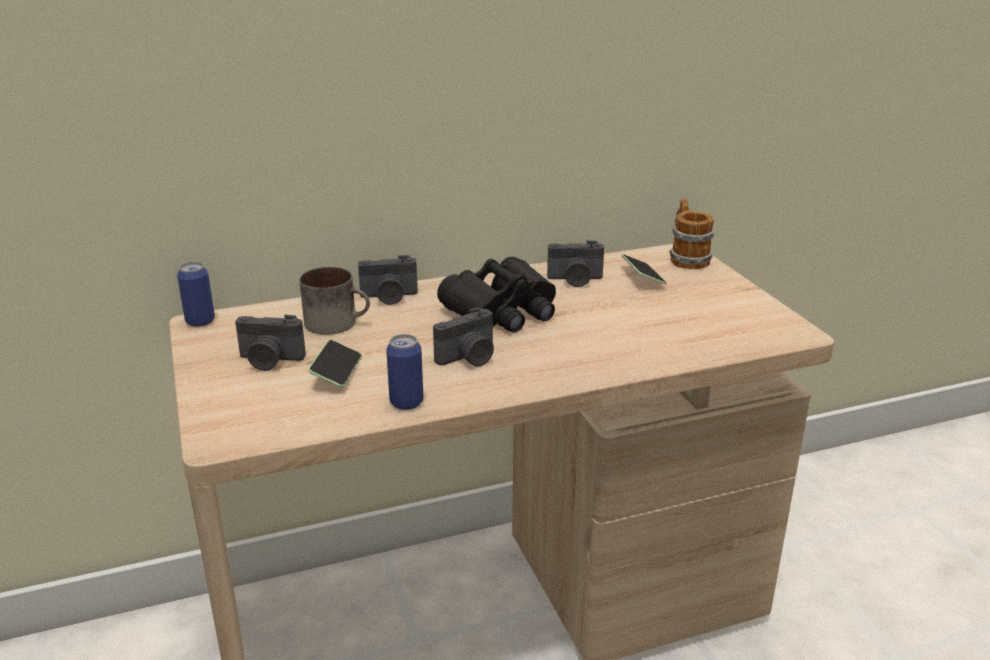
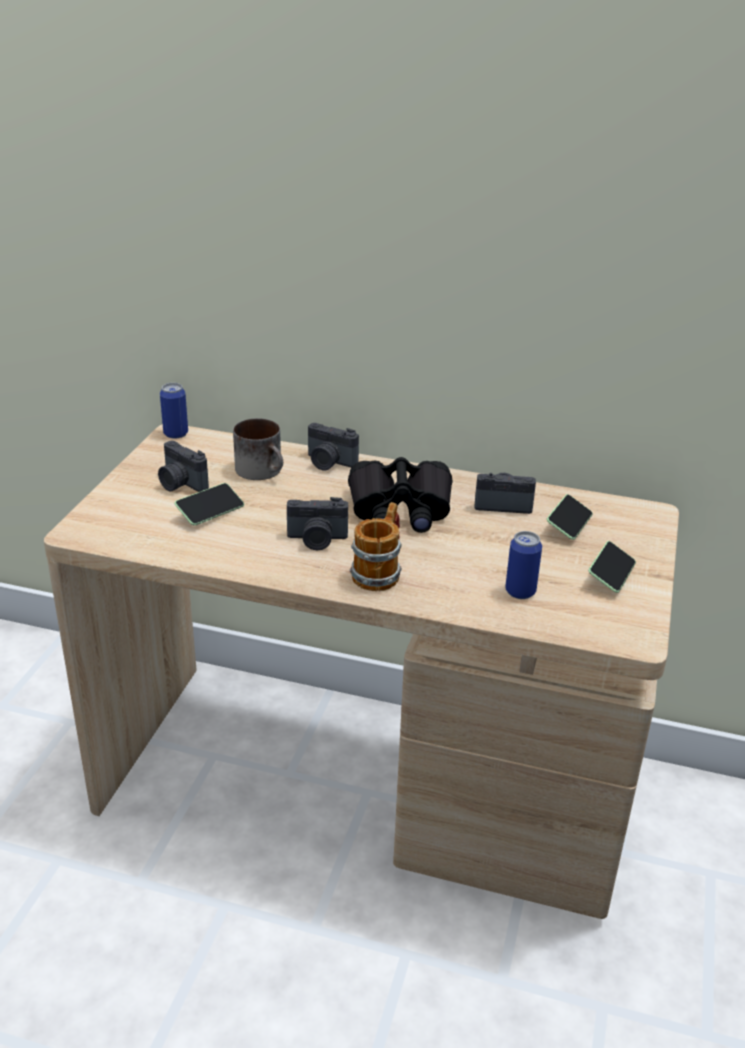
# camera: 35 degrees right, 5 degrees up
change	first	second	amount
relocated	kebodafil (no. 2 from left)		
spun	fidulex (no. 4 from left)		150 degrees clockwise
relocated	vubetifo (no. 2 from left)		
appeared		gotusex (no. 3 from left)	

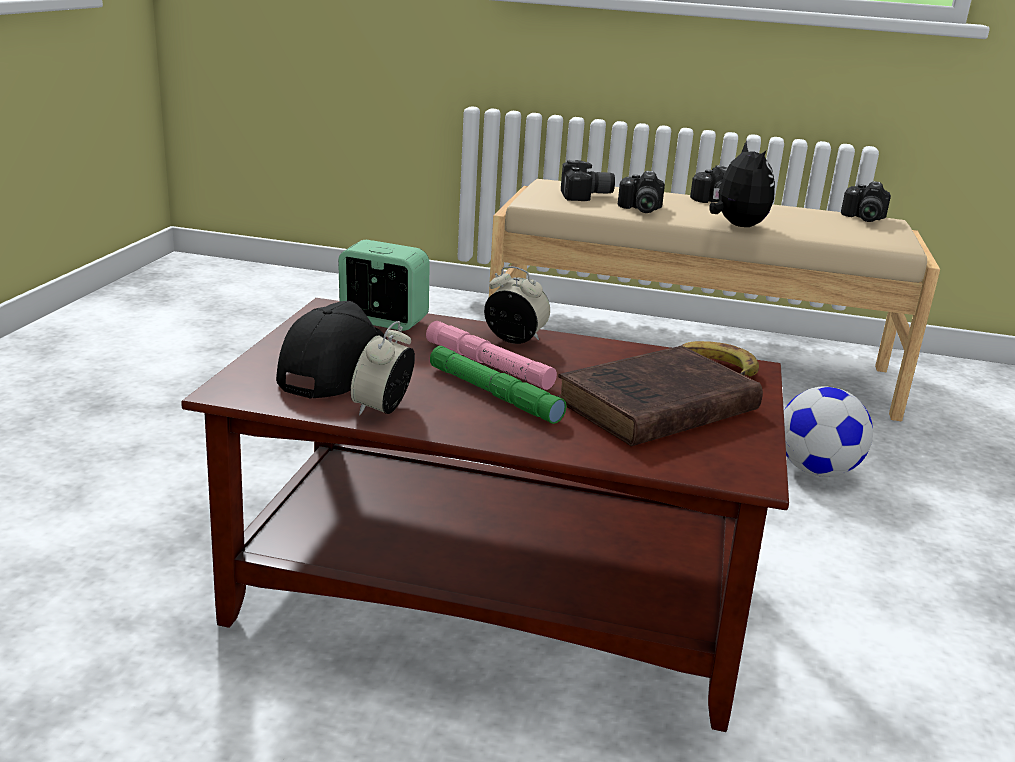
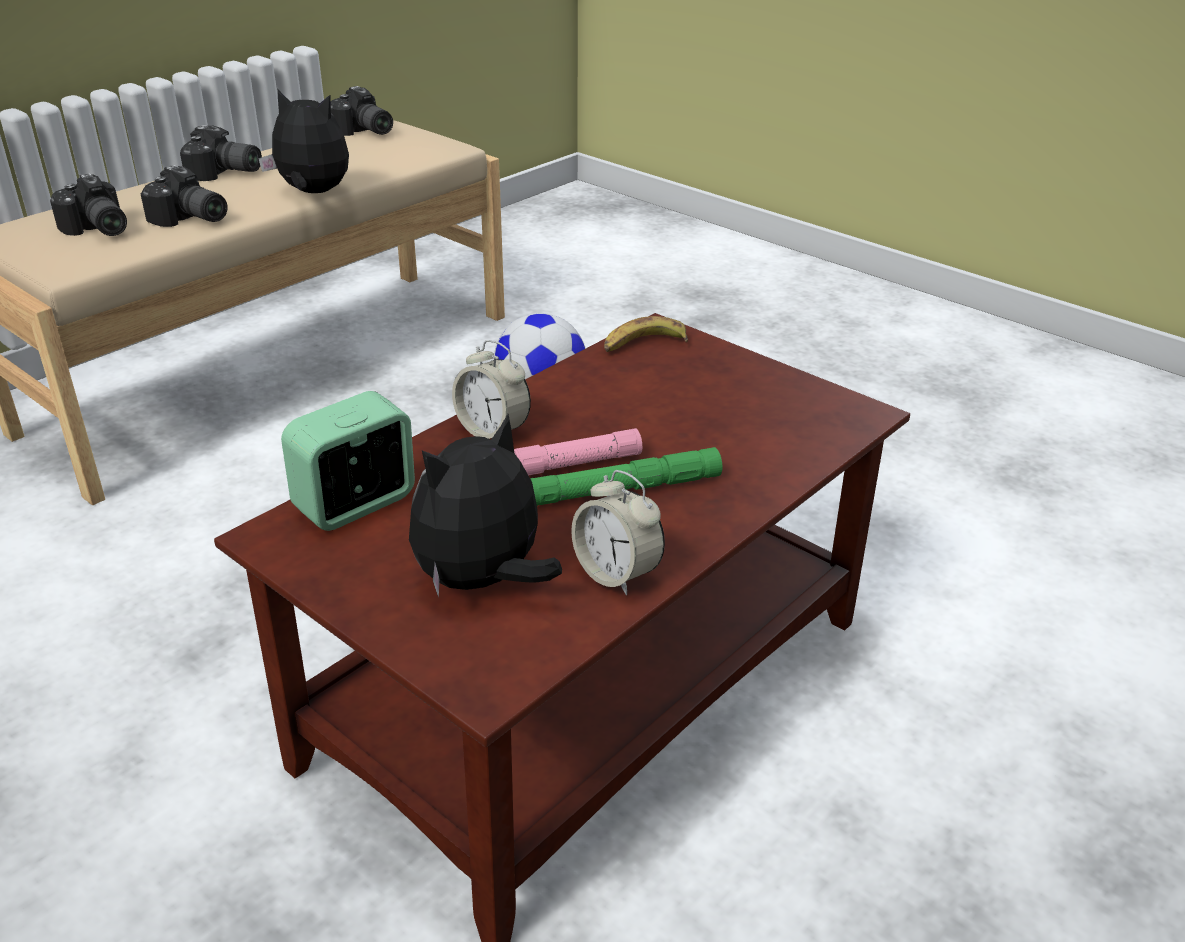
# camera: 60 degrees left, 10 degrees up
change	first	second	amount
exchanged	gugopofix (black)	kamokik (no. 2 from left)	
spun	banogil (no. 3 from left in the first image)	banogil (no. 2 from left)	105 degrees counterclockwise
missing	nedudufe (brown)		
spun	fidulex (no. 1 from left)		120 degrees clockwise

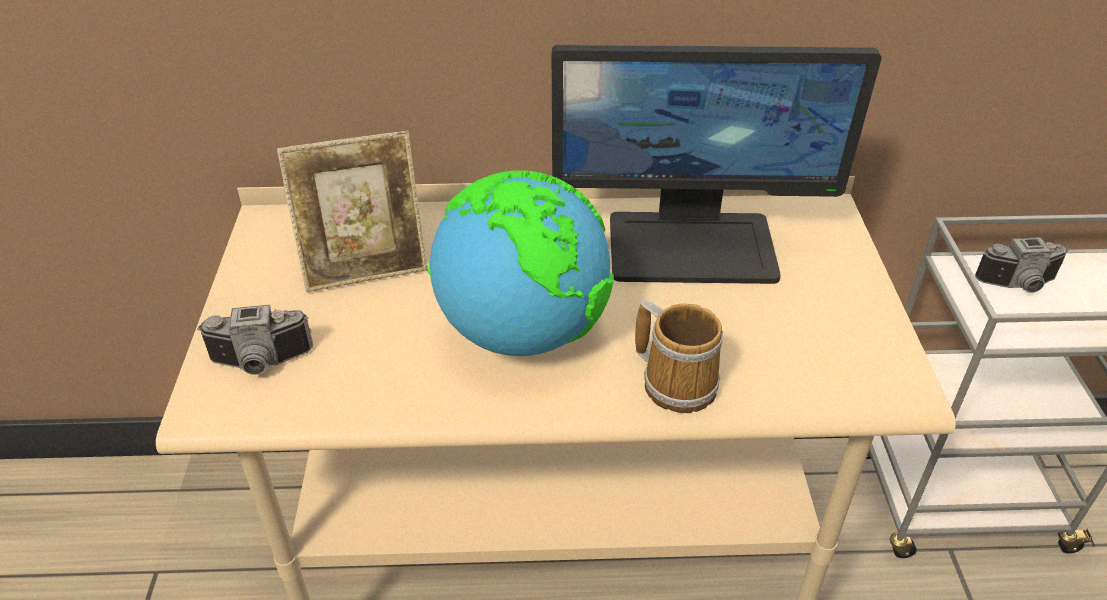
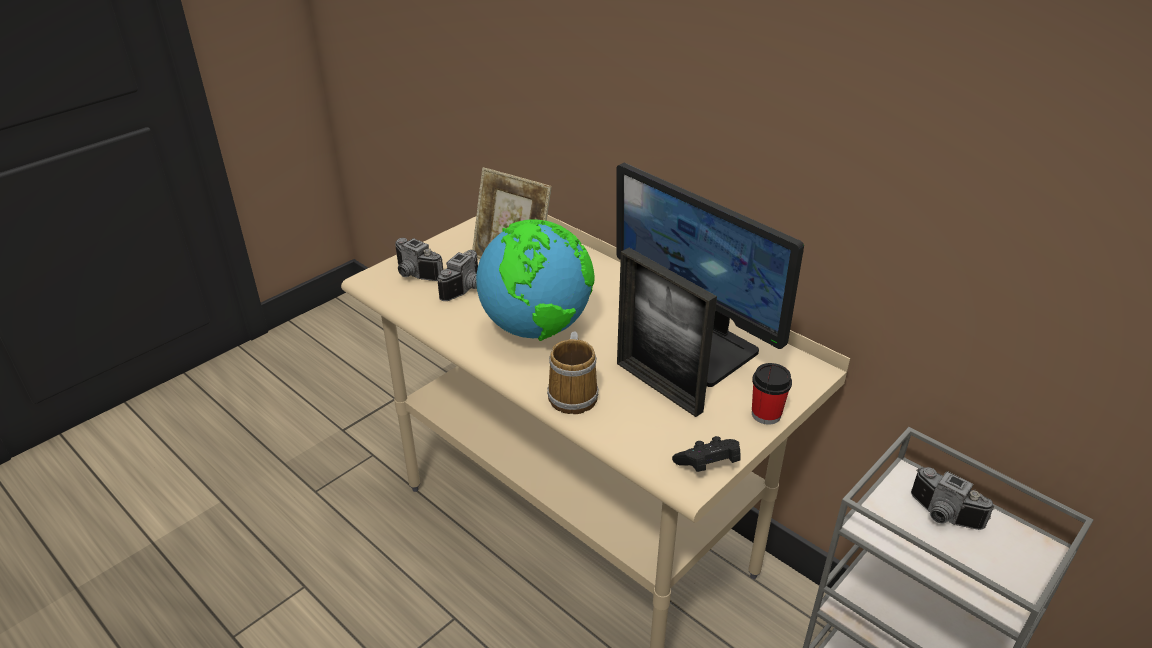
# camera: 45 degrees right, 5 degrees down
change	first	second	amount
appeared		fidulex (no. 2 from left)	
appeared		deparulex (no. 2 from left)	
appeared		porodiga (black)	
appeared		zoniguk	

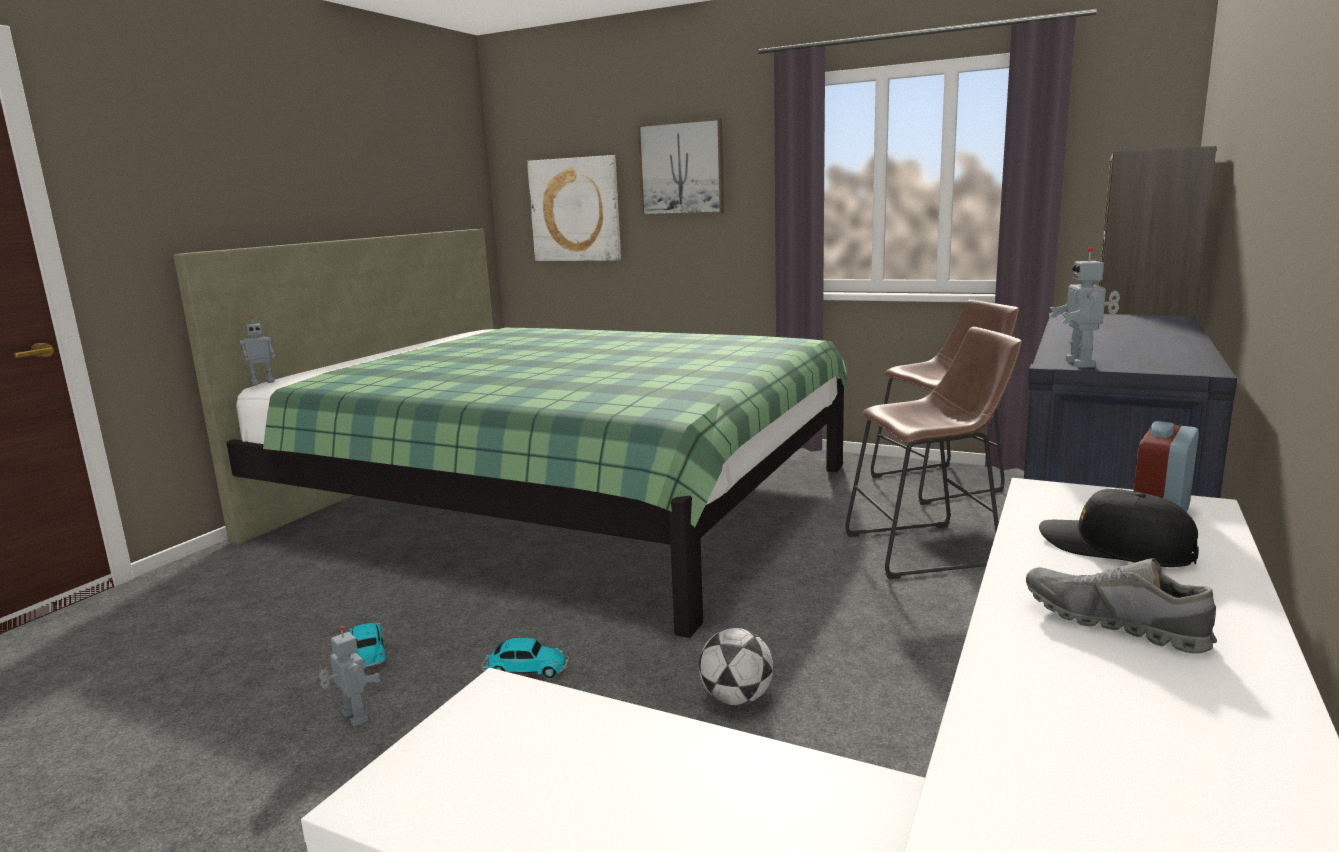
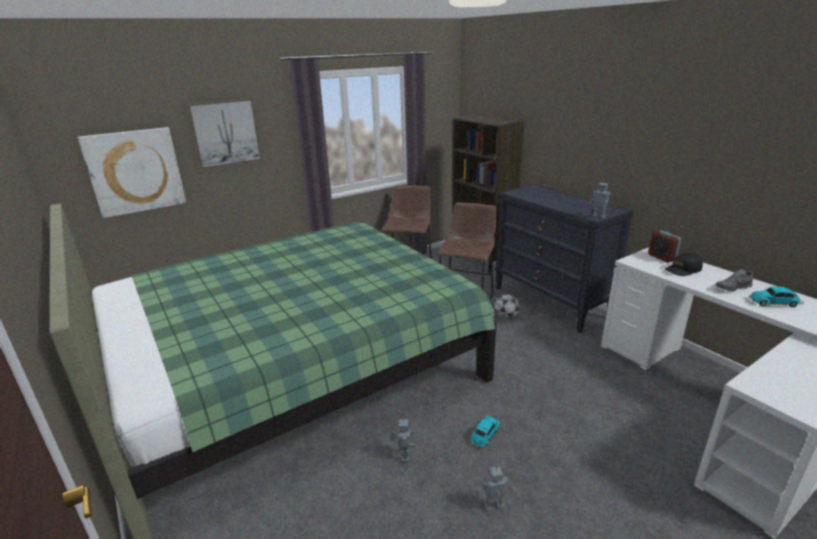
# camera: 60 degrees left, 10 degrees up
change	first	second	amount
relocated	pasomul (no. 1 from left)		
relocated	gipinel (no. 1 from left in the first image)	gipinel (no. 2 from left)	
relocated	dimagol		

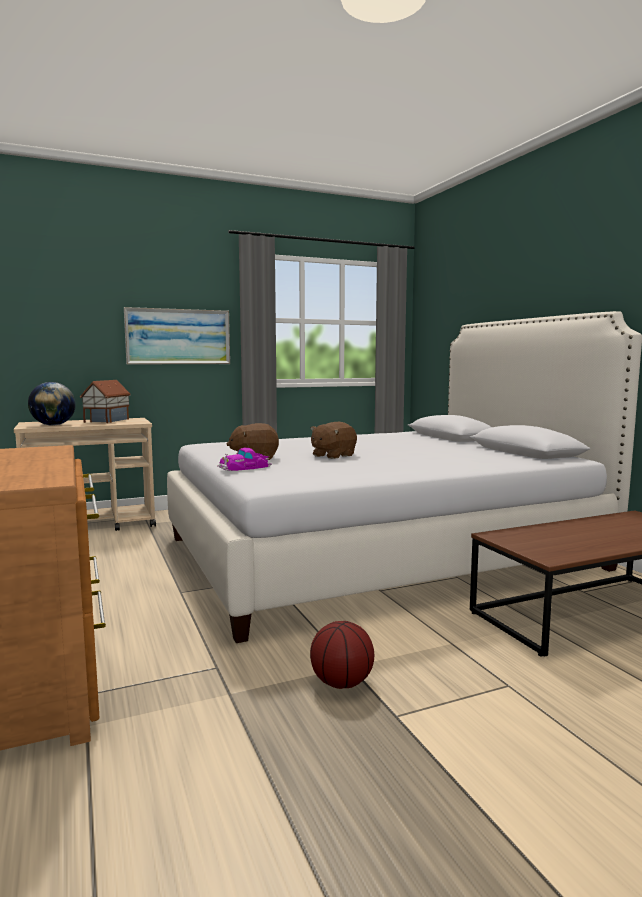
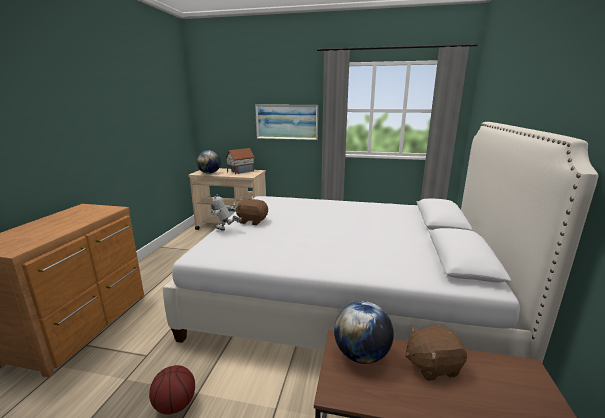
# camera: 35 degrees right, 10 degrees up
change	first	second	amount
exchanged	gipinel	pasomul	
relocated	kamokik (brown) (no. 2 from left)		
appeared		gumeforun (no. 2 from left)	

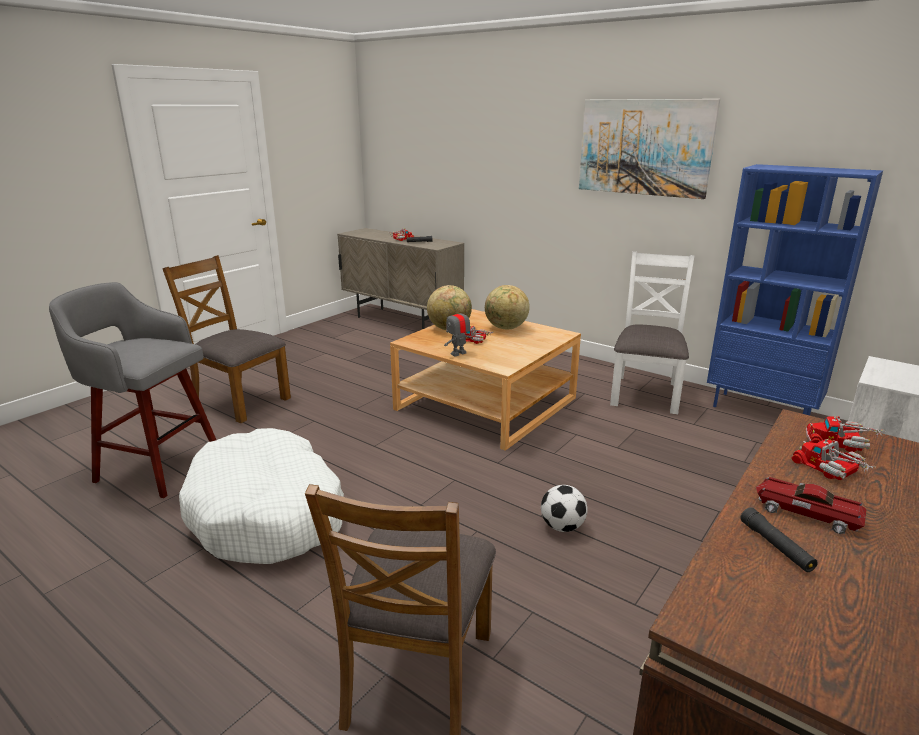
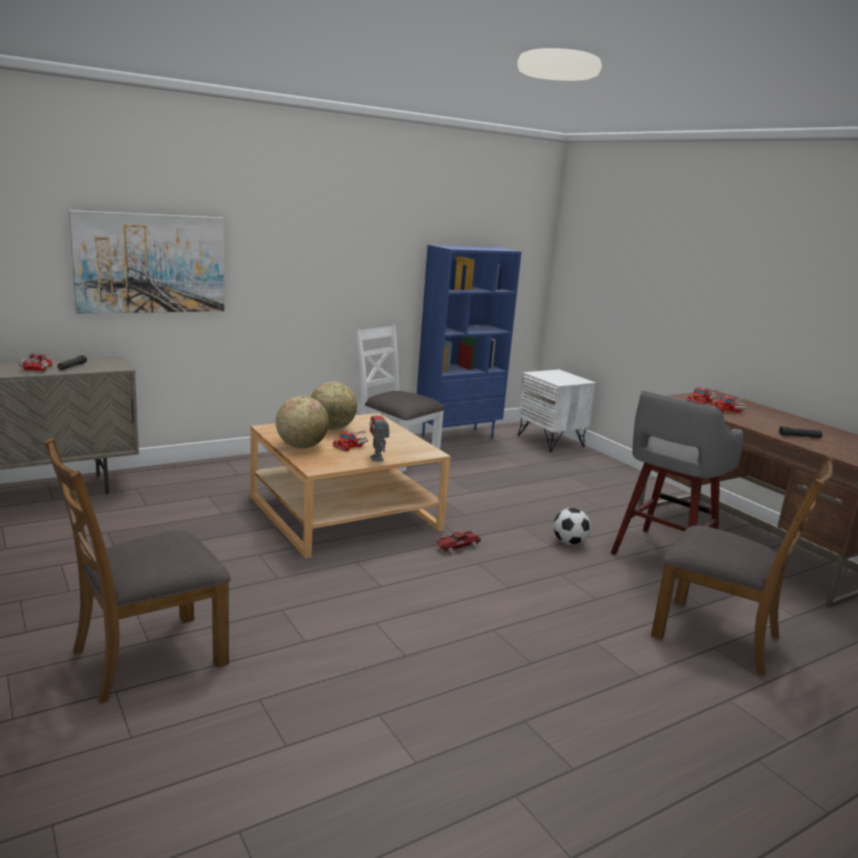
# camera: 70 degrees left, 5 degrees down
change	first	second	amount
relocated	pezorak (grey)		
missing	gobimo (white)		
relocated	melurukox		
relocated	gipinel		

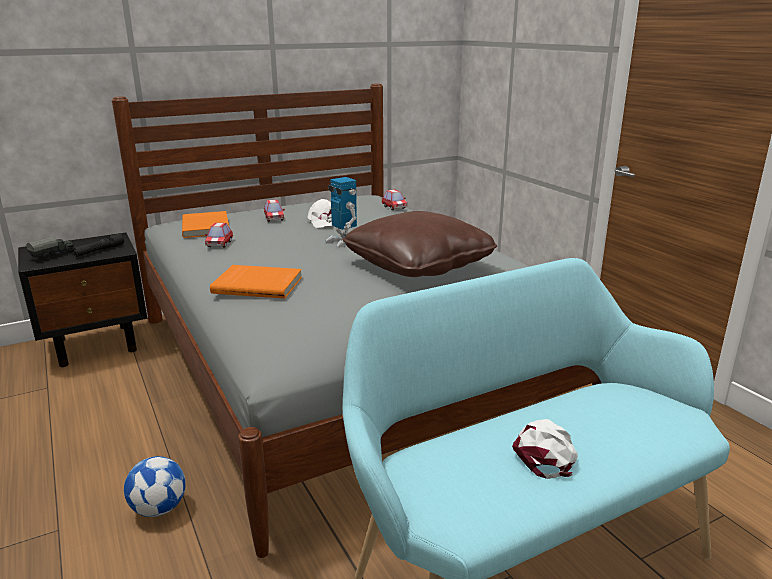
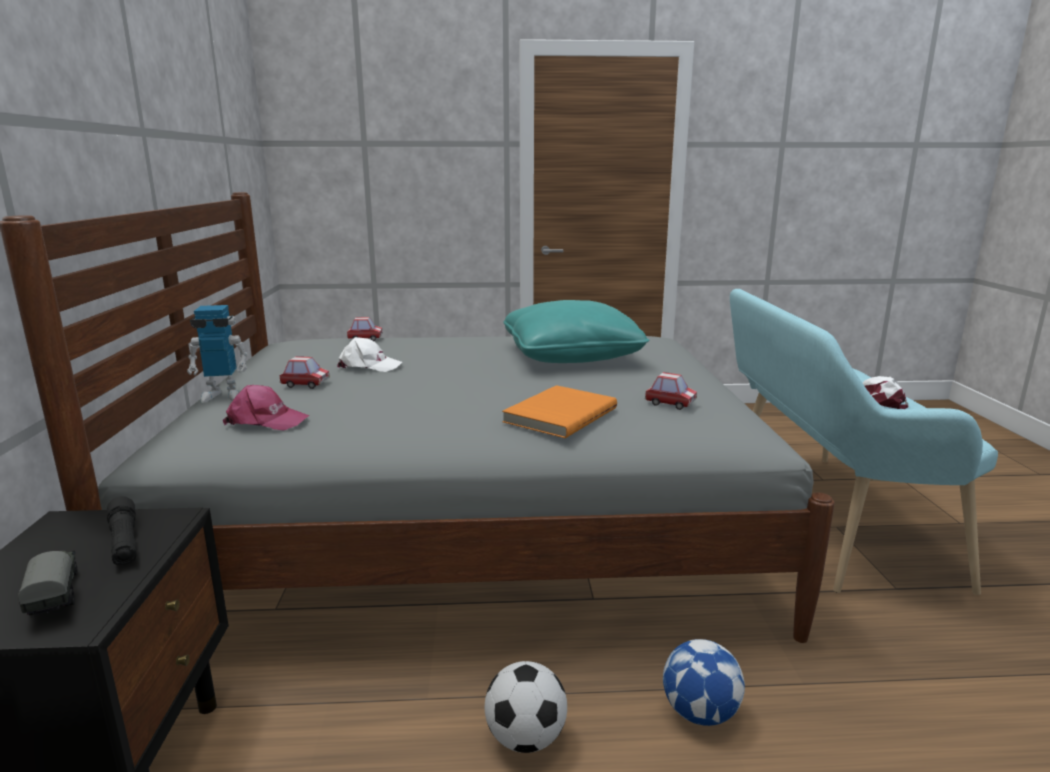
# camera: 65 degrees left, 5 degrees down
change	first	second	amount
exchanged	nedudufe (orange) (no. 1 from left)	gugopofix (pink)	
relocated	gipinel (no. 1 from left in the first image)	gipinel (no. 3 from left)	
relocated	pasomul		
colour	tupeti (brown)	tupeti (turquoise)	
appeared		dimagol (no. 1 from left)	

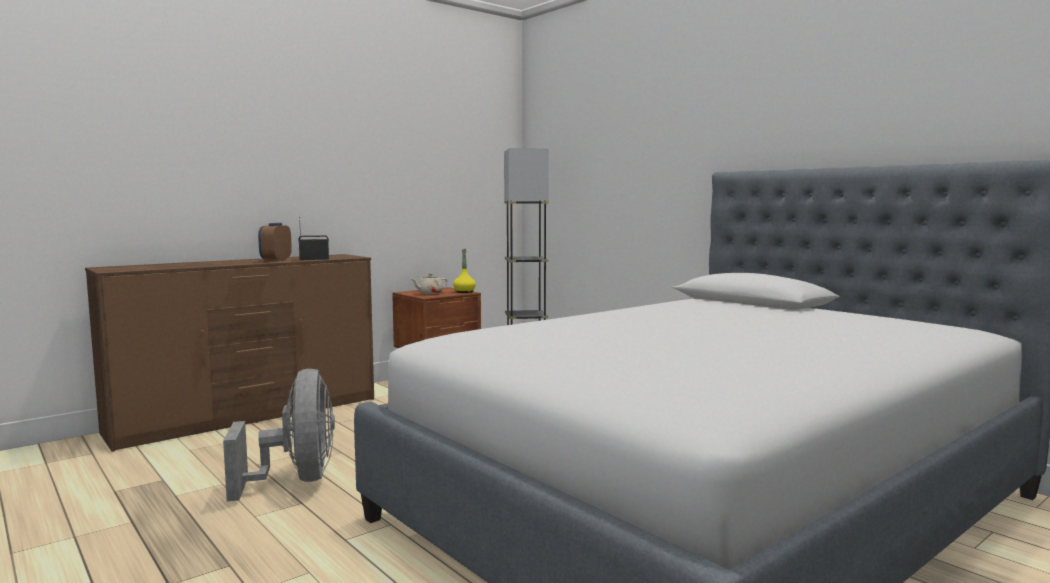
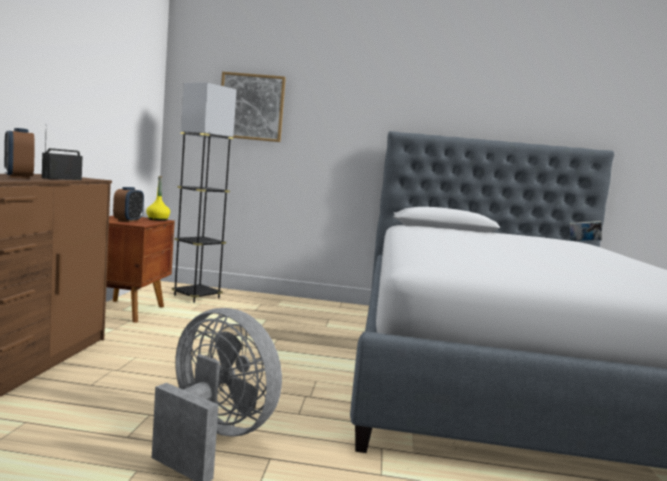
# camera: 45 degrees left, 0 degrees up
change	first	second	amount
exchanged	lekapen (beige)	banogil (no. 2 from left)	
appeared		melurukox	
appeared		nedudufe	

